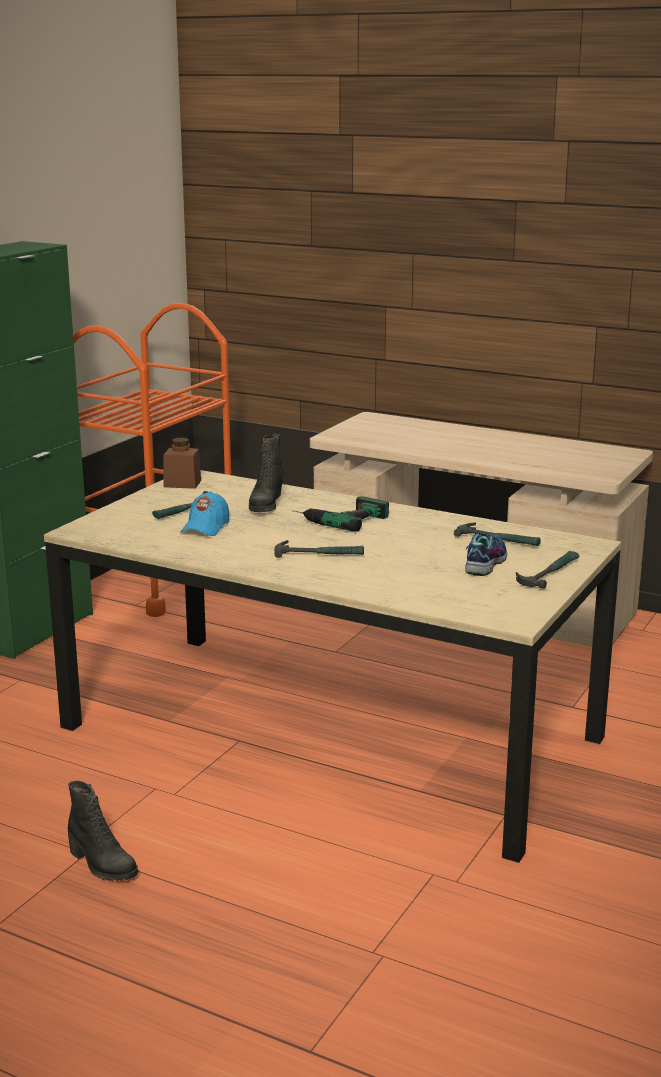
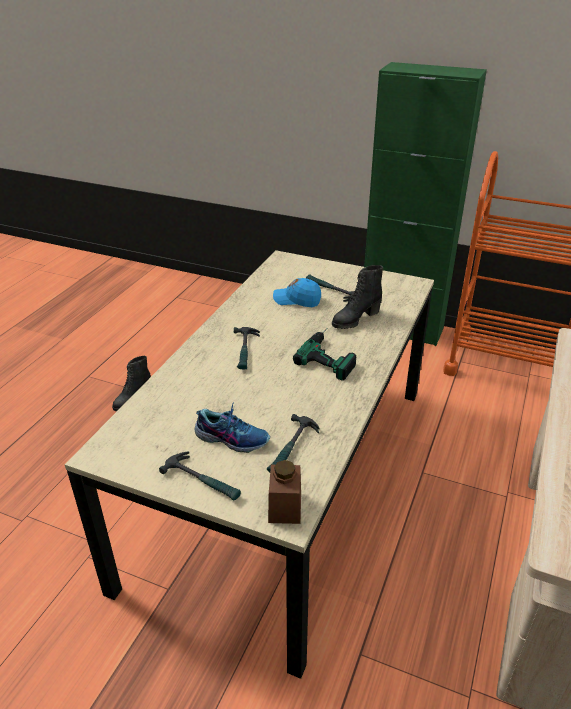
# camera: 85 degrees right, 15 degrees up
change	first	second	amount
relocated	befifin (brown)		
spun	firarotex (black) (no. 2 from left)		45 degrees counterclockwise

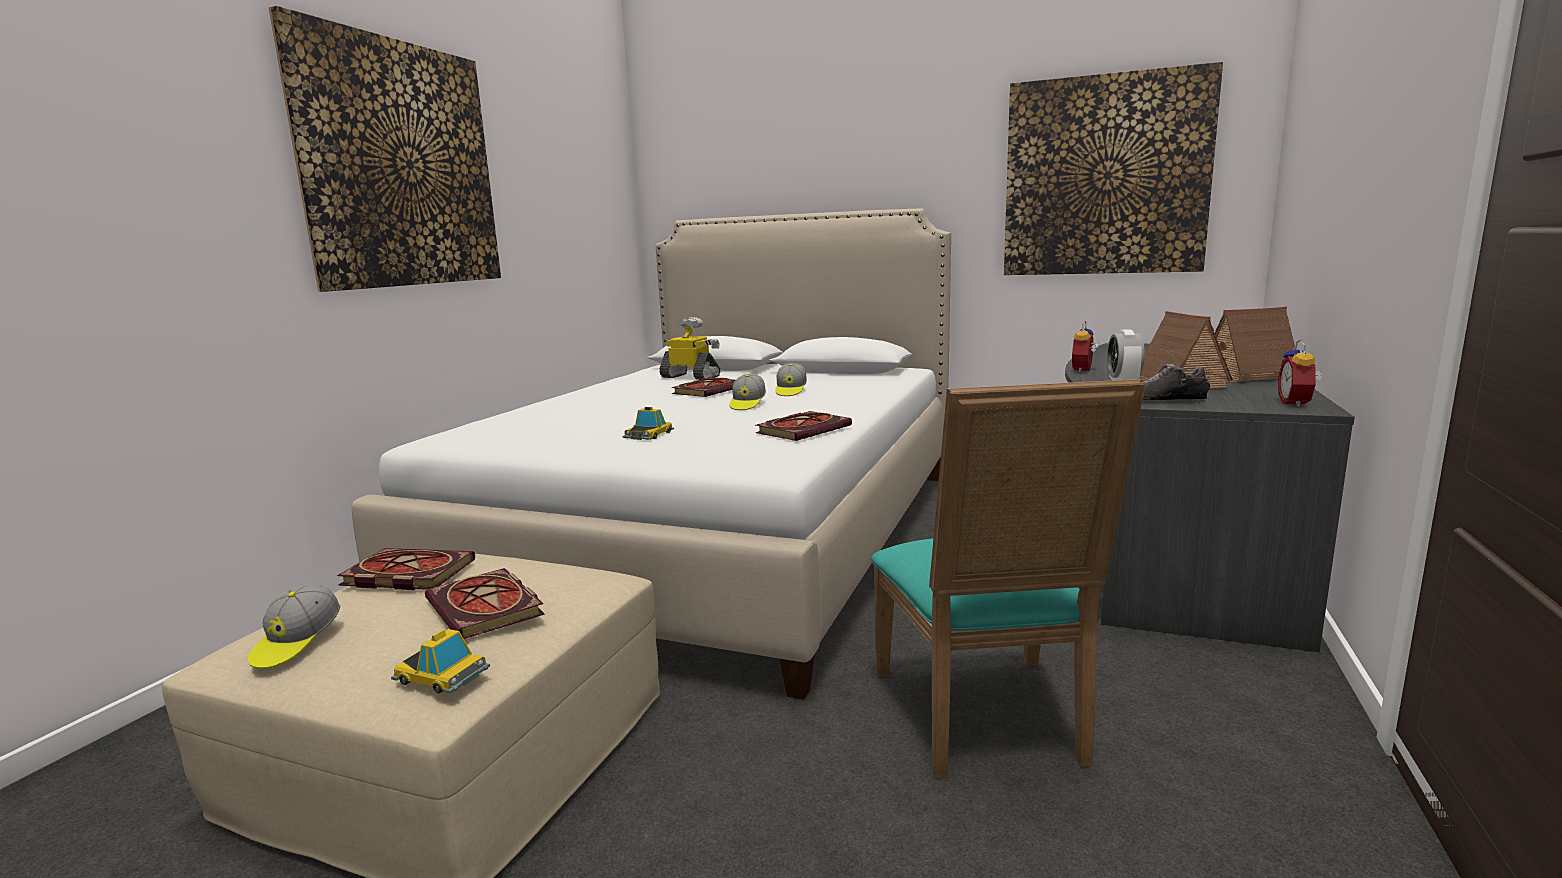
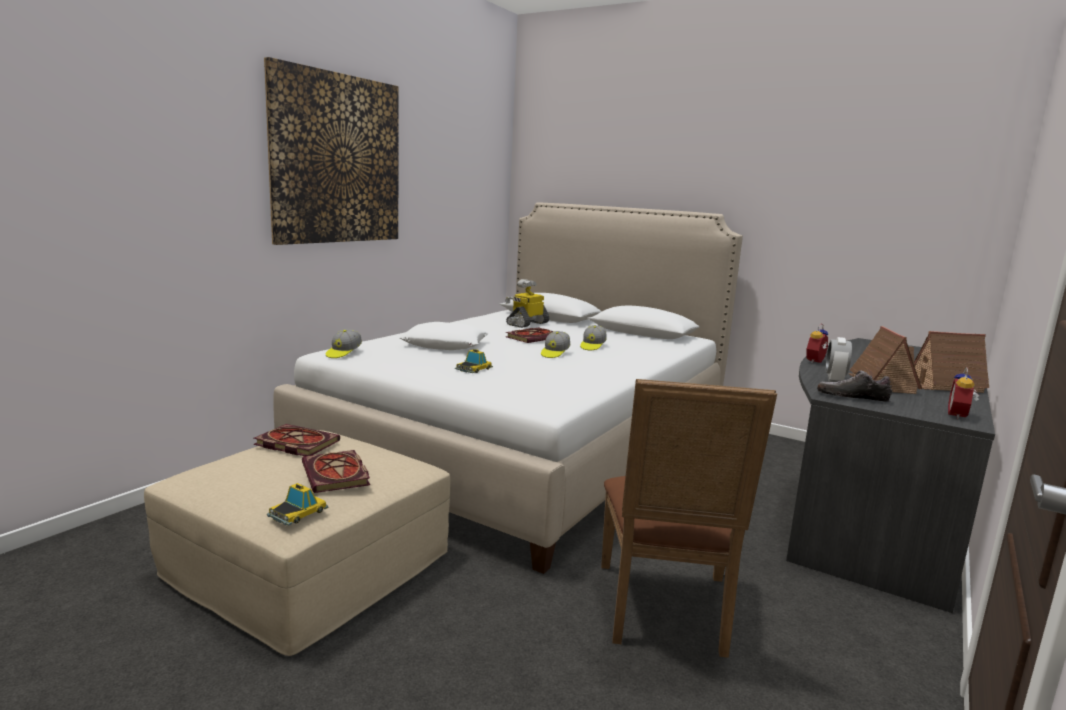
# camera: 10 degrees right, 0 degrees up
change	first	second	amount
relocated	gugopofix (no. 1 from left)		
spun	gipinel (no. 1 from left)		90 degrees counterclockwise
spun	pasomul		90 degrees counterclockwise
missing	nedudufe (no. 4 from left)		
colour	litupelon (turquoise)	litupelon (brown)	
missing	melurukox (no. 2 from left)		
appeared		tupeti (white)	

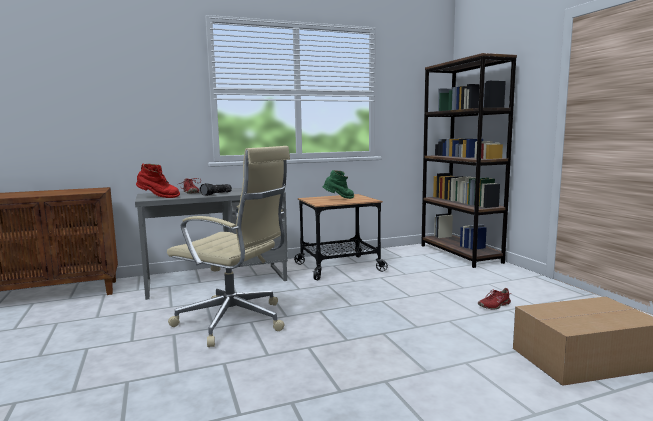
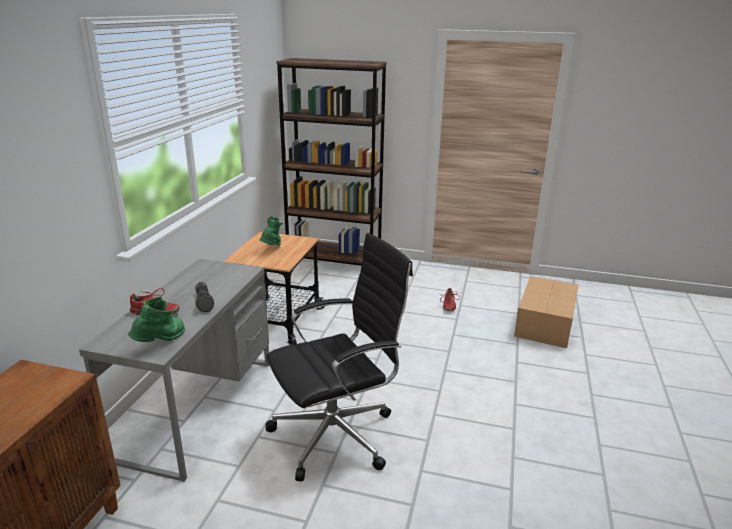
# camera: 55 degrees left, 15 degrees up
change	first	second	amount
colour	firarotex (red)	firarotex (green) (no. 1 from left)	
colour	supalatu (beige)	supalatu (black)	

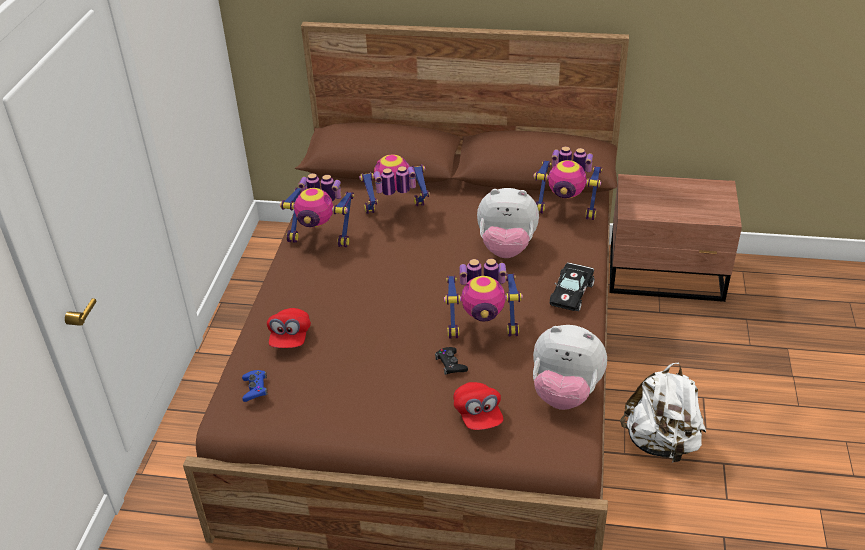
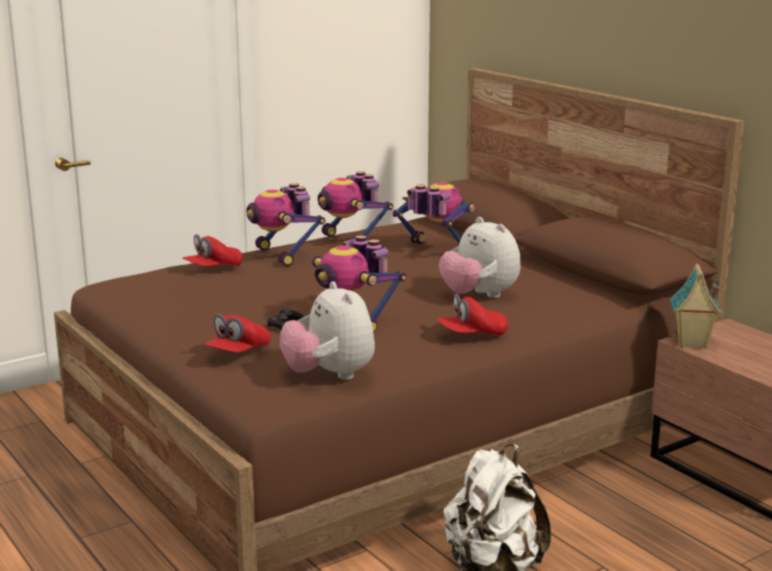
# camera: 45 degrees right, 20 degrees down
change	first	second	amount
missing	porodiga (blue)		
relocated	pasomul (no. 4 from left in the first image)	pasomul (no. 1 from left)	
exchanged	gipinel (black)	gugopofix (red) (no. 3 from left)	
appeared		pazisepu	

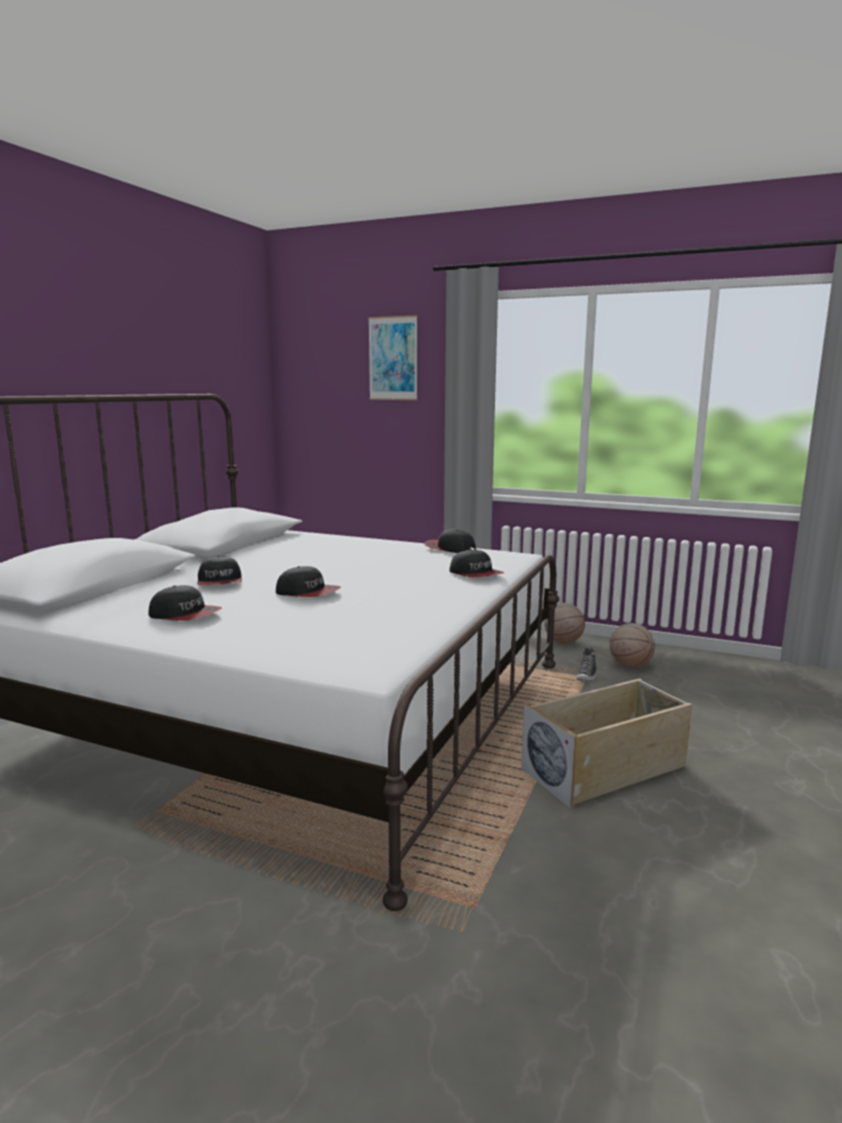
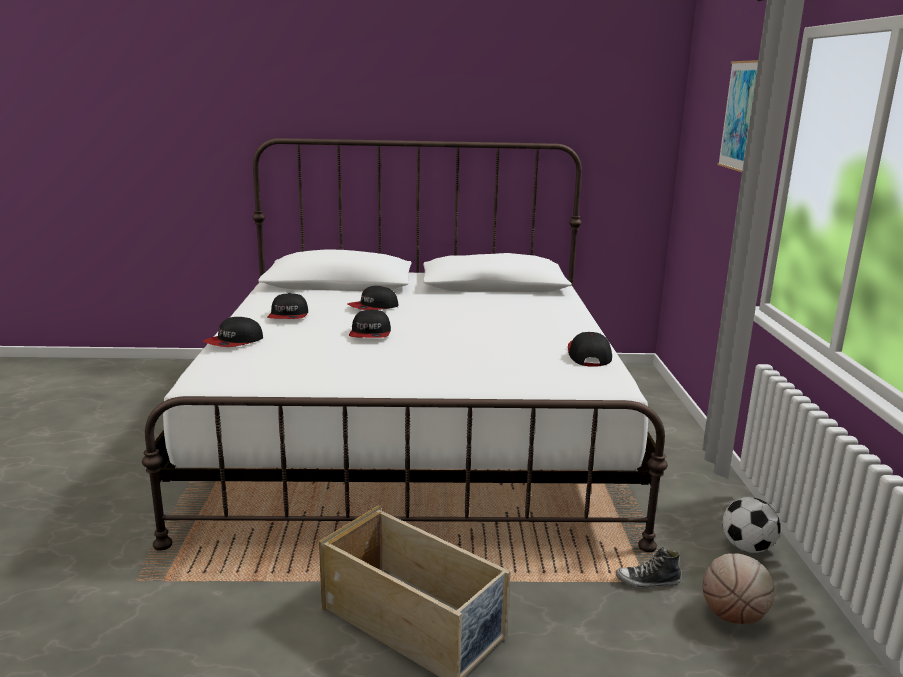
# camera: 65 degrees right, 5 degrees up
change	first	second	amount
relocated	gugopofix (no. 5 from left in the first image)	gugopofix (no. 1 from left)	
exchanged	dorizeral (no. 1 from left)	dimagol	

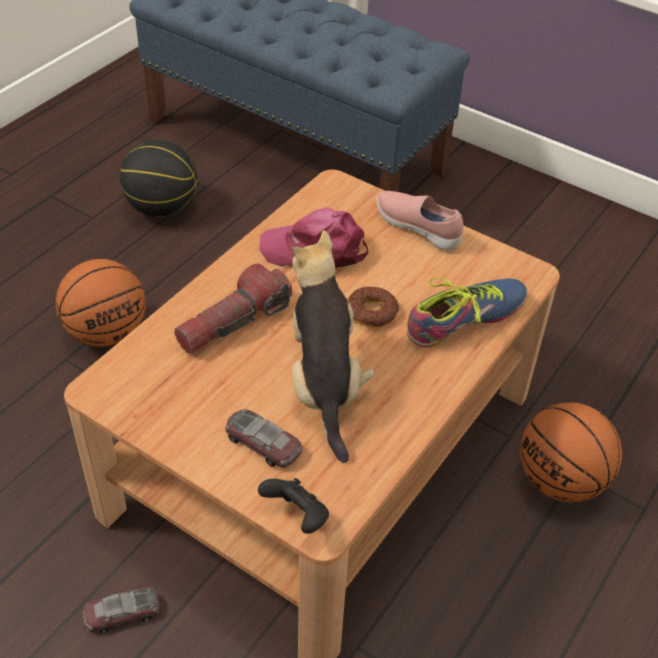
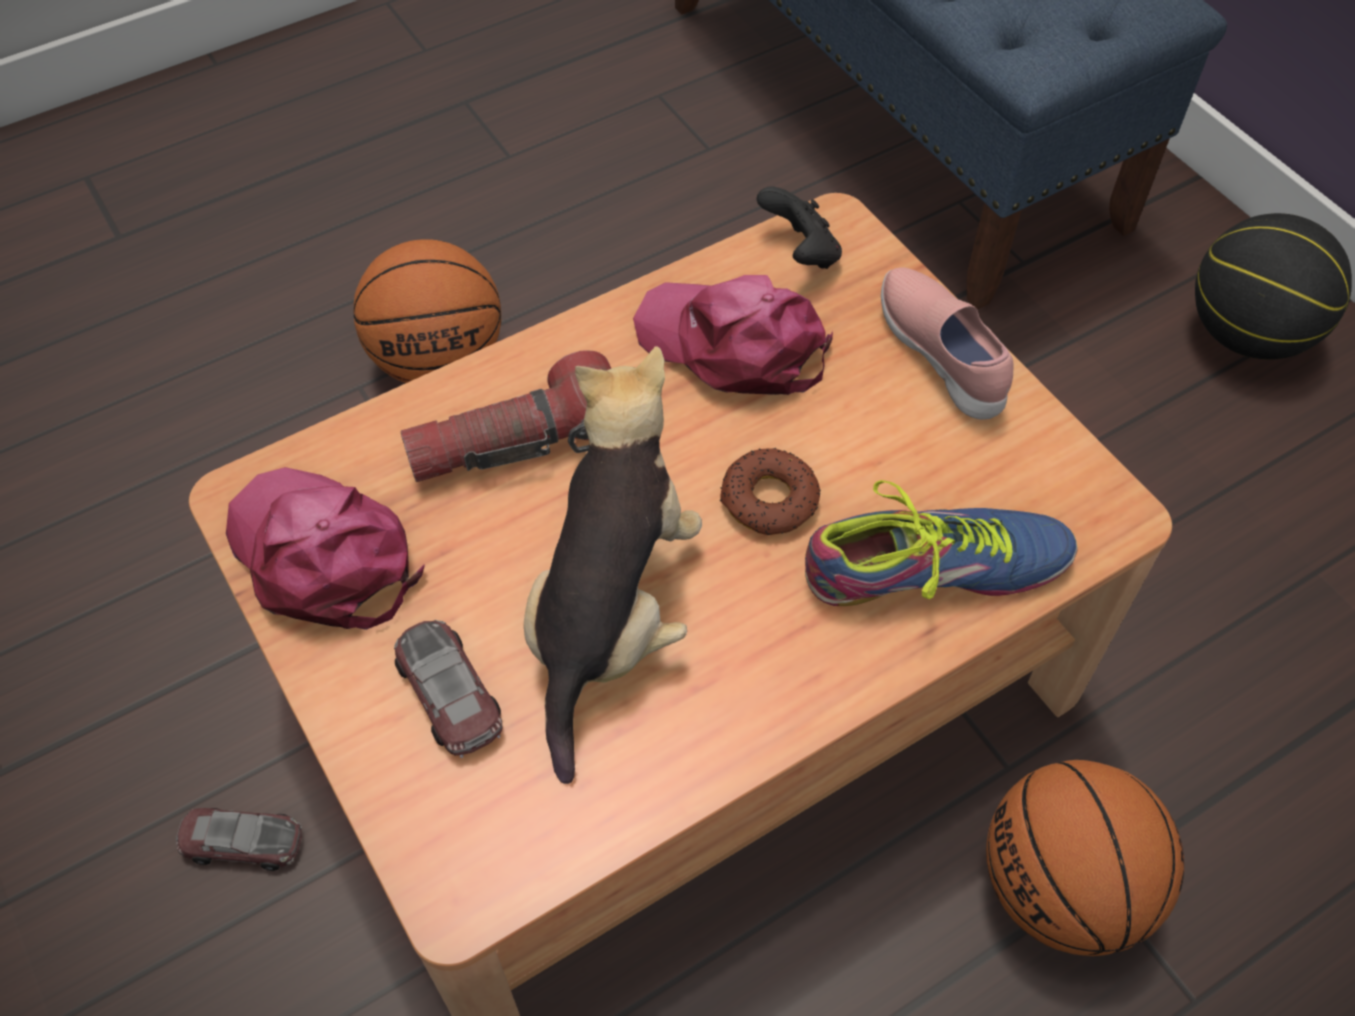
# camera: 25 degrees right, 10 degrees up
change	first	second	amount
relocated	dorizeral (no. 2 from left in the first image)	dorizeral (no. 3 from left)	
relocated	porodiga (black)		
appeared		gugopofix (pink) (no. 1 from left)	

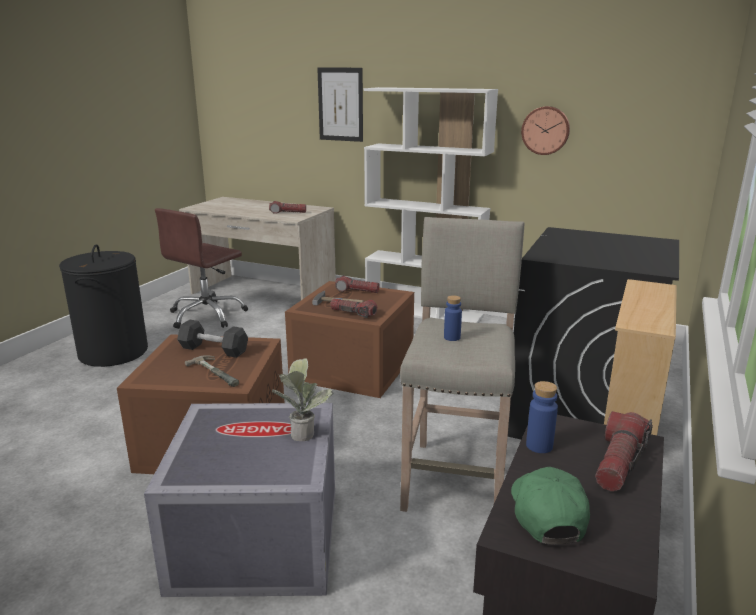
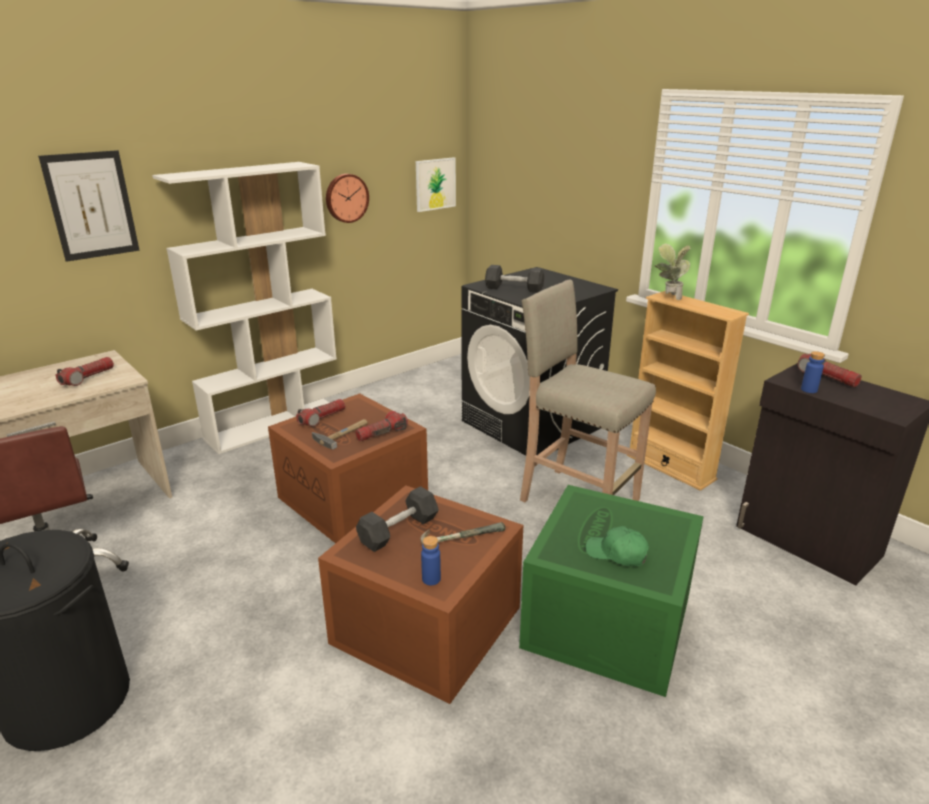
# camera: 65 degrees left, 5 degrees up
change	first	second	amount
colour	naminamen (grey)	naminamen (green)	
relocated	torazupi		
relocated	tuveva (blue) (no. 1 from left)		
relocated	gugopofix (green)		
appeared		melurukox (no. 2 from left)	
appeared		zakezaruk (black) (no. 2 from left)	

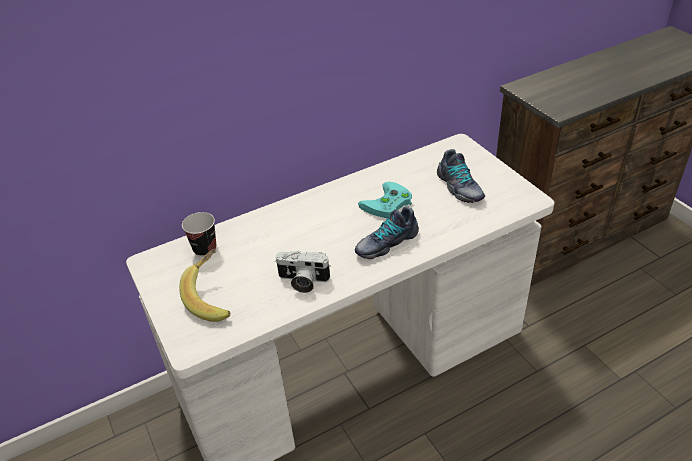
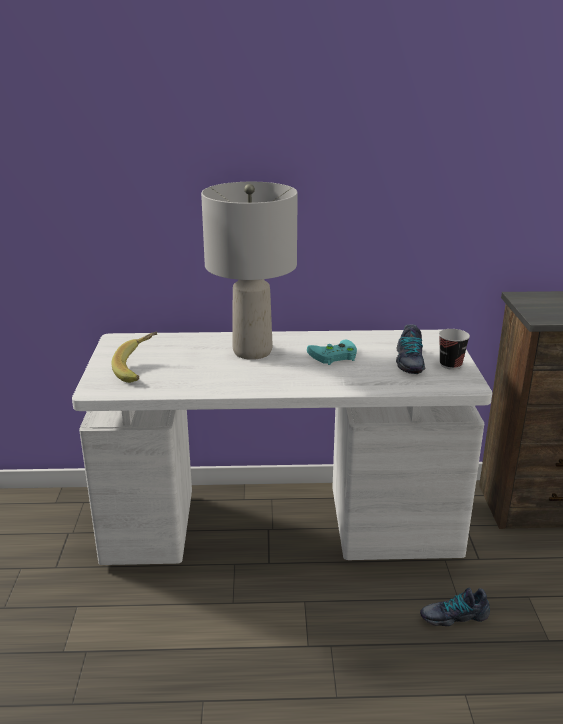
# camera: 25 degrees right, 15 degrees down
change	first	second	amount
relocated	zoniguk		
missing	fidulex		
relocated	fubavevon (no. 1 from left in the first image)	fubavevon (no. 2 from left)	
appeared		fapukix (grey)	

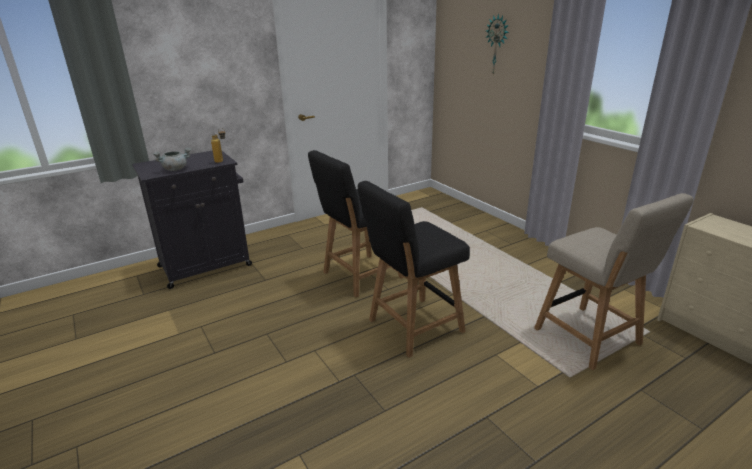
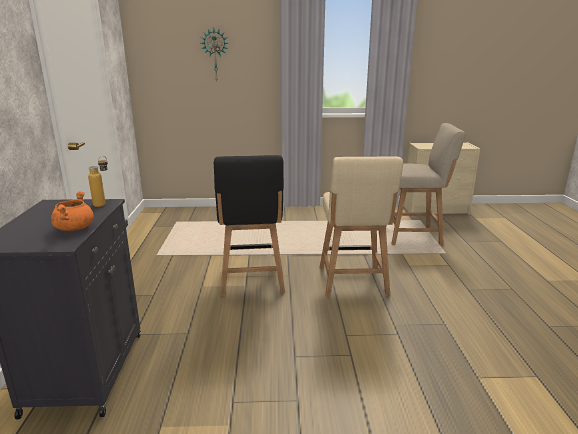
# camera: 60 degrees left, 5 degrees down
change	first	second	amount
colour	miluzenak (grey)	miluzenak (orange)	
colour	litupelon (black) (no. 2 from left)	litupelon (beige) (no. 1 from left)	

